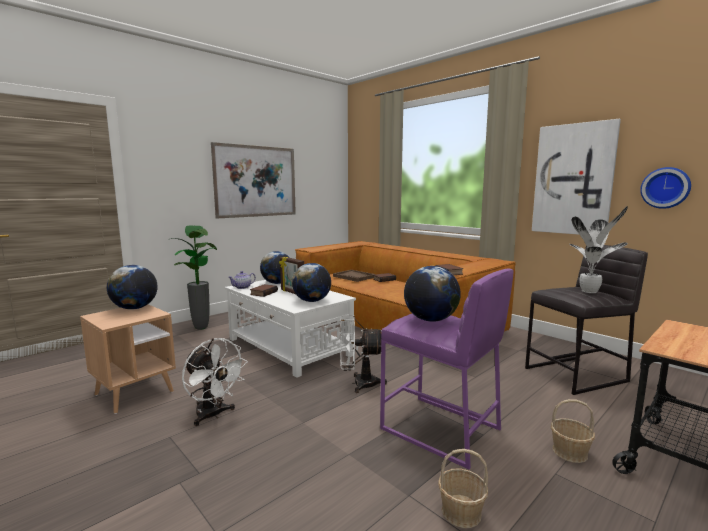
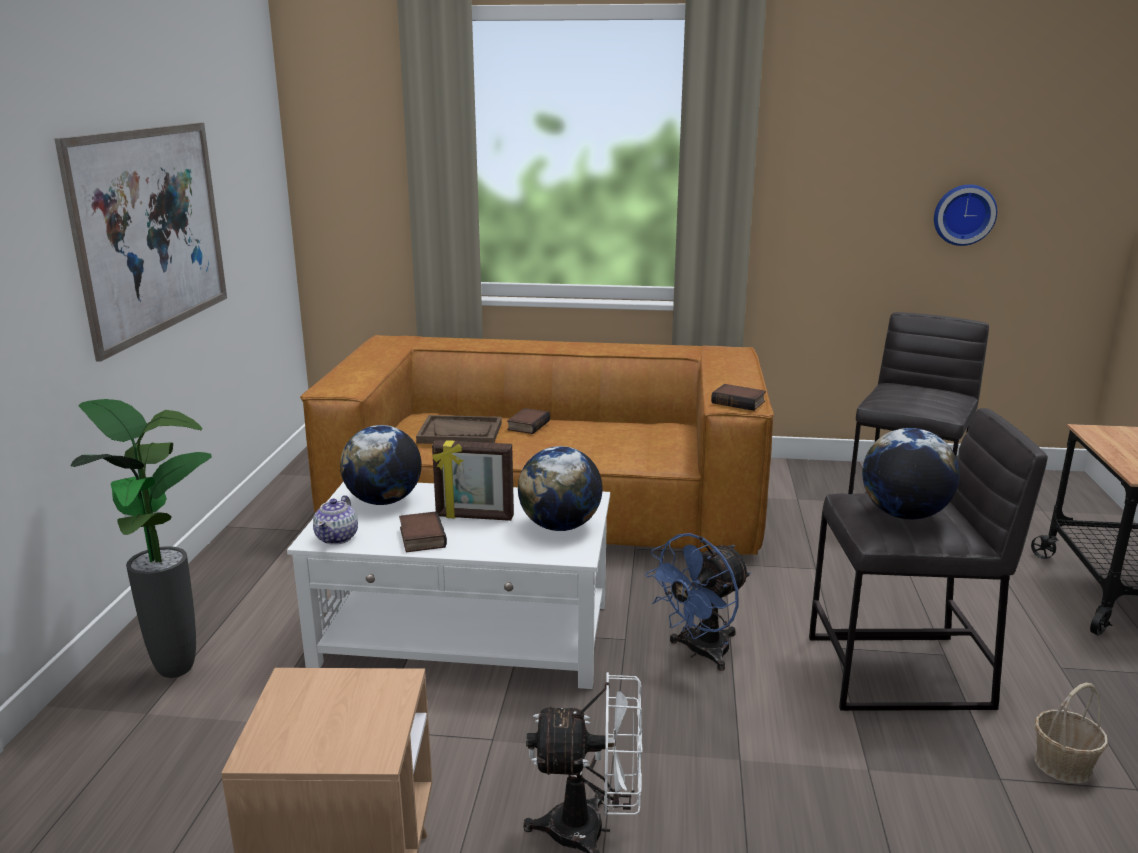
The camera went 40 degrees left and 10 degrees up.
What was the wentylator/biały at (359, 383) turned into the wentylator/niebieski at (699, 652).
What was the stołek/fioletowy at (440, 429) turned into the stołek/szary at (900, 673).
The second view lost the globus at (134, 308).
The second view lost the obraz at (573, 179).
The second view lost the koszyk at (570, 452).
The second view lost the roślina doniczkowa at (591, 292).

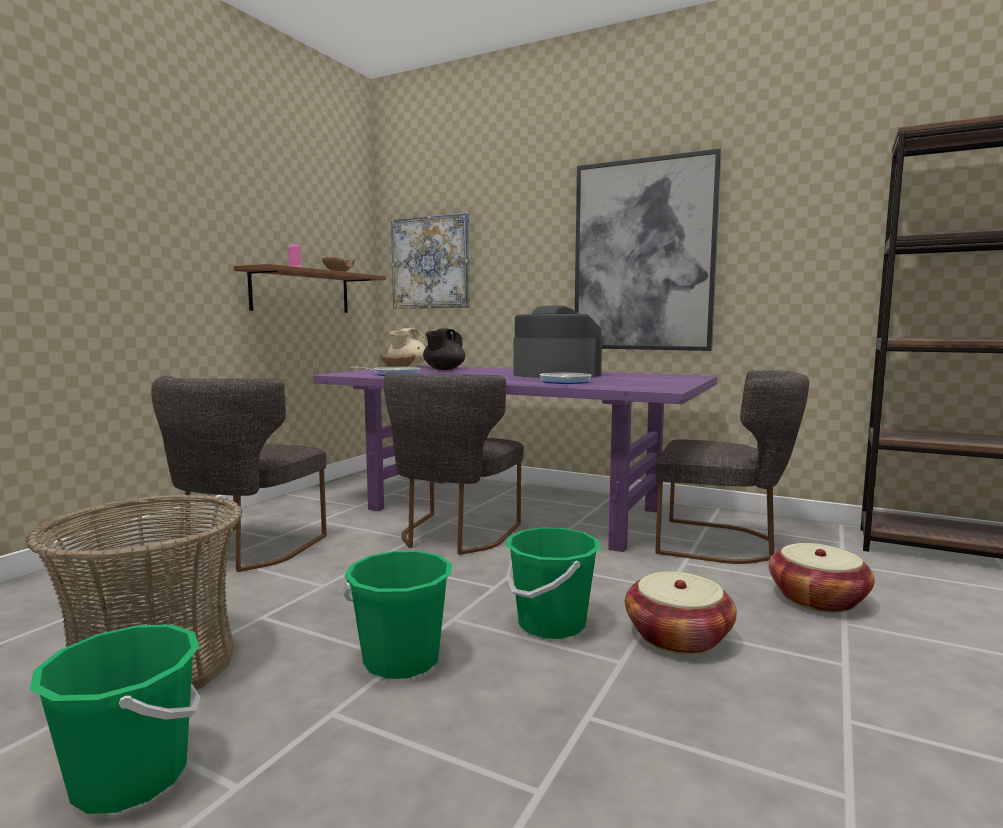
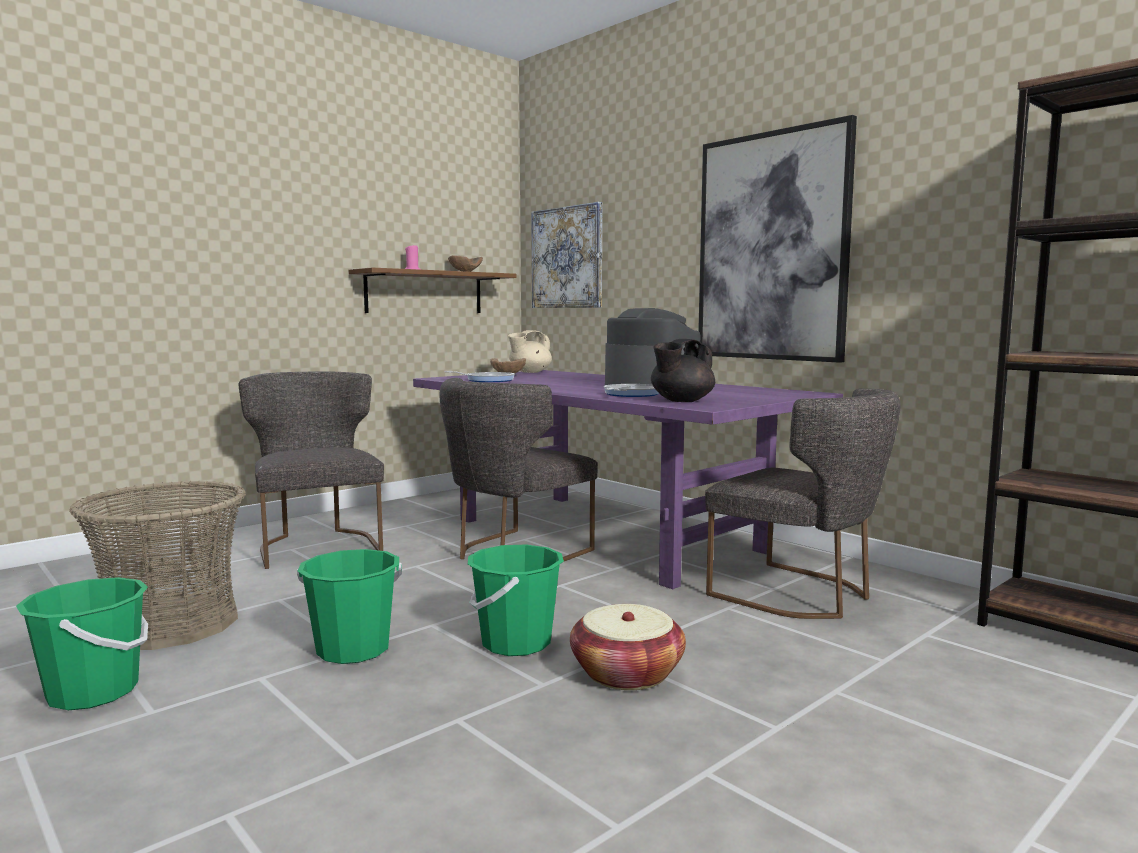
The camera went 20 degrees right and 0 degrees up.
The krzesło/szary at (245, 551) ended up facing another way, 120 degrees clockwise from before.
The imbryk/czarny ended up elsewhere, having gone from (443, 369) to (681, 401).
The second view lost the koszyk at (817, 599).

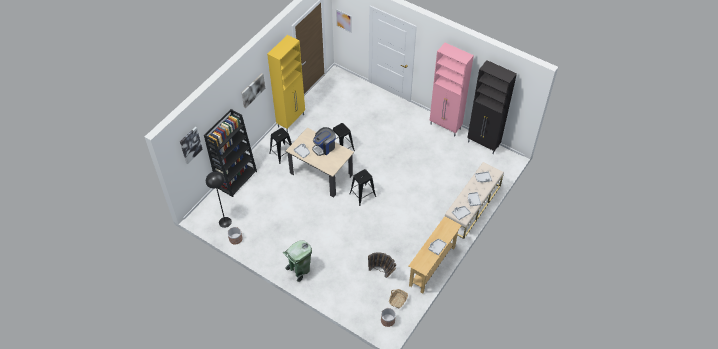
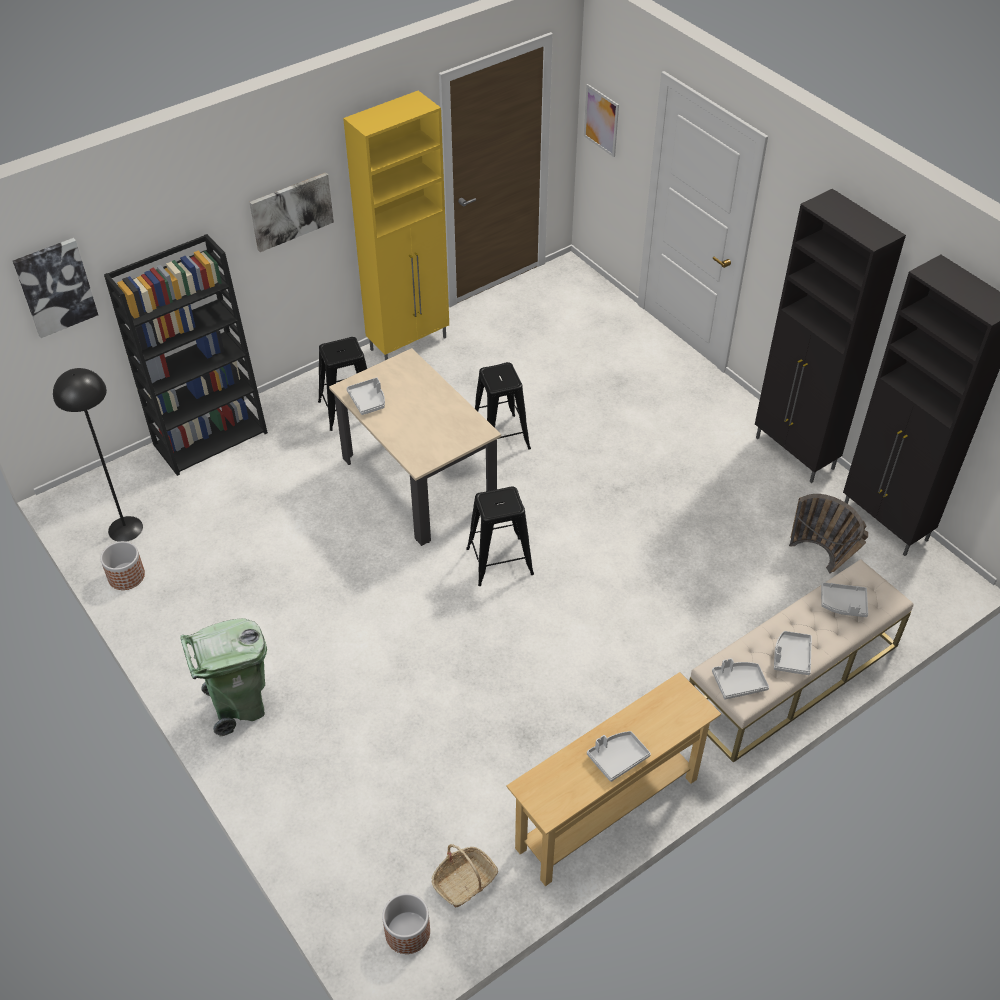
The camera went 20 degrees right and 5 degrees down.
What was the szafka/różowy at (445, 127) turned into the szafka/czarny at (795, 454).
The koszyk ended up elsewhere, having gone from (382, 273) to (823, 561).
The second view lost the ekspres do kawy at (324, 147).

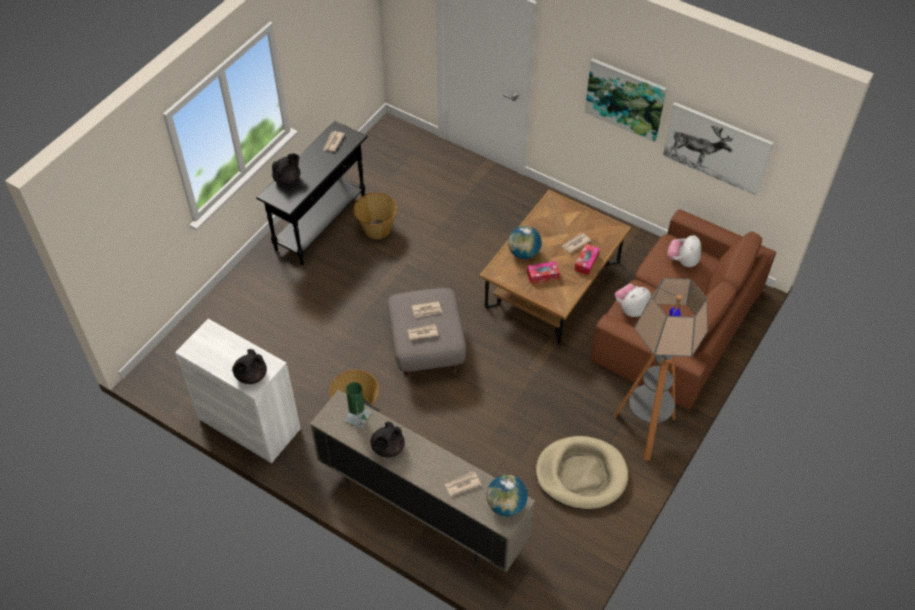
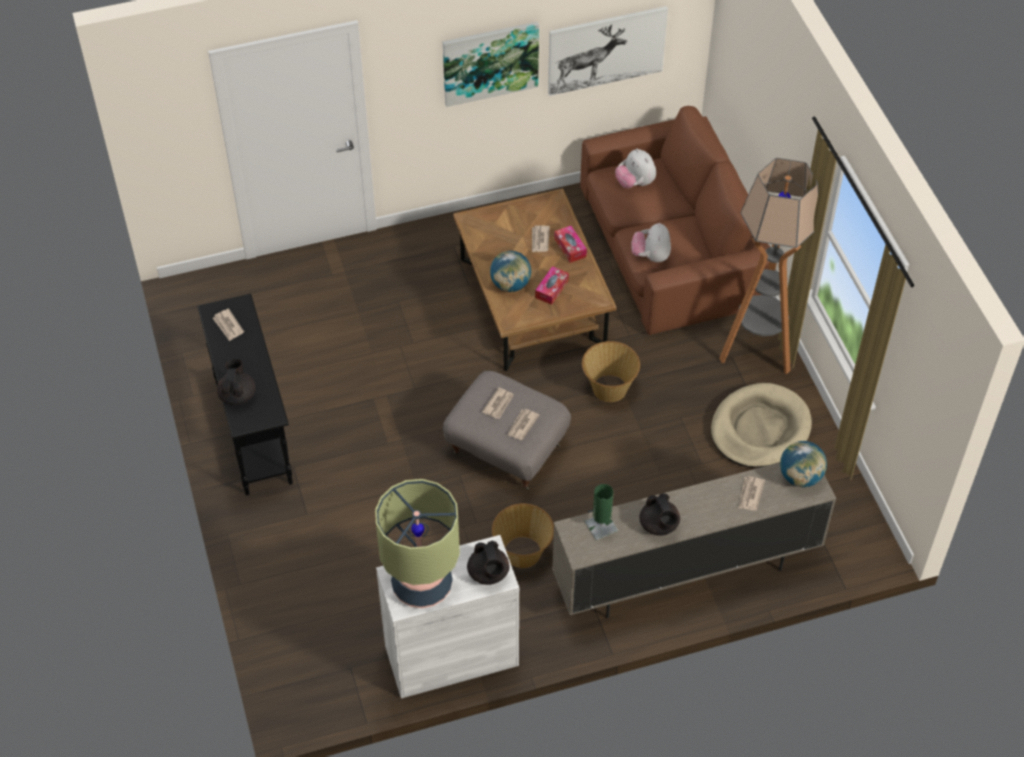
The camera went 50 degrees left and 0 degrees up.
The second view gained the lampa stołowa at (422, 585).
The koszyk ended up elsewhere, having gone from (377, 229) to (609, 388).

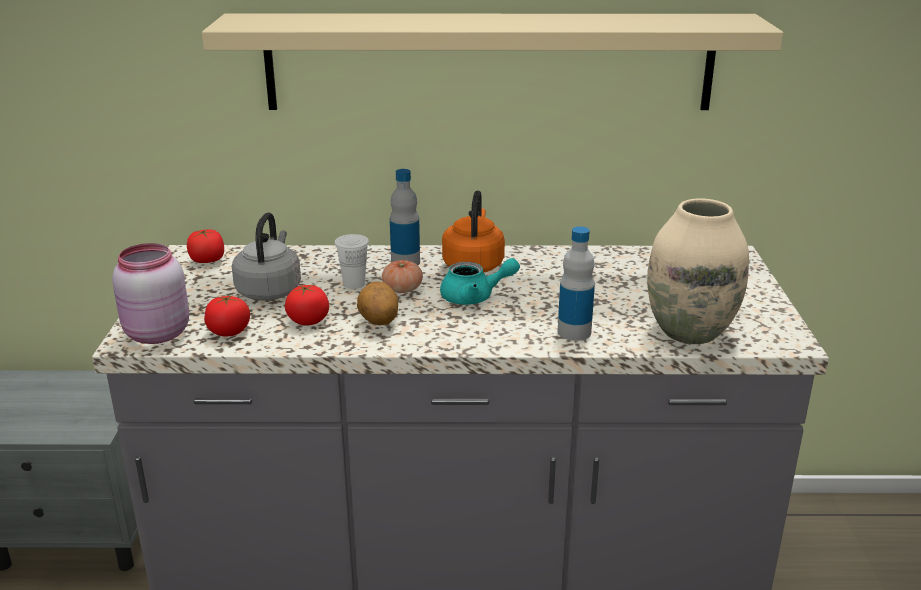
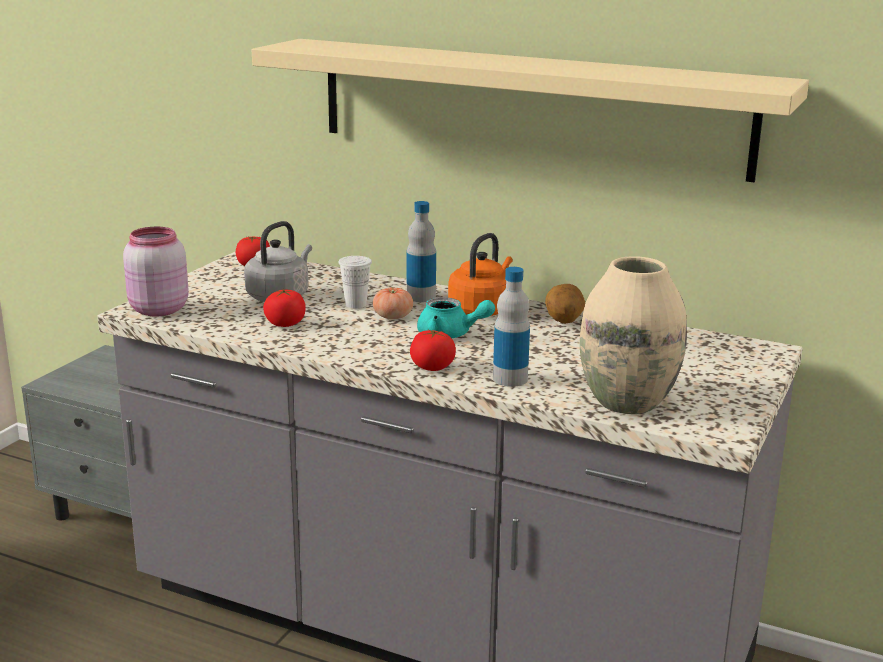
The camera went 25 degrees right and 5 degrees down.
The pomidor ended up elsewhere, having gone from (229, 331) to (432, 367).
The ziemniak ended up elsewhere, having gone from (378, 322) to (563, 321).

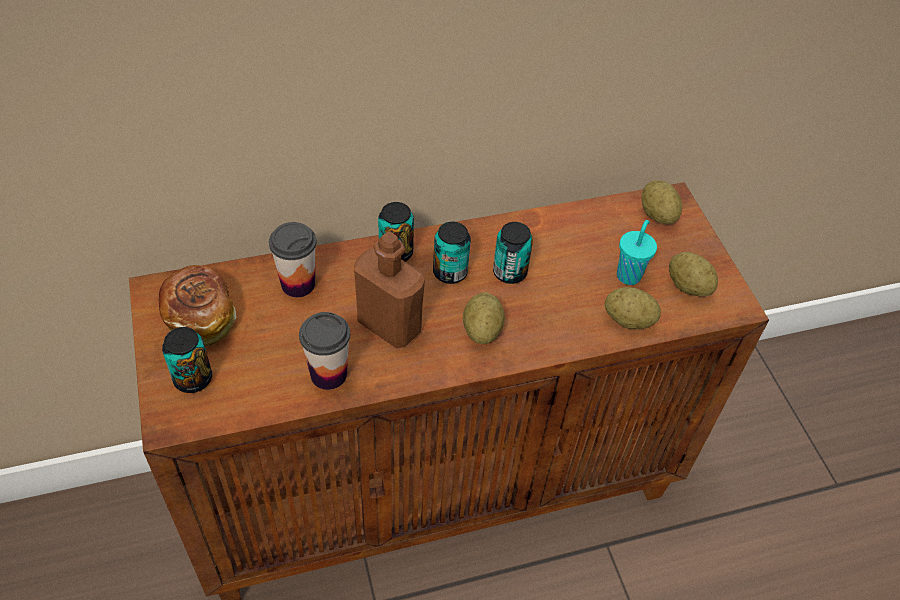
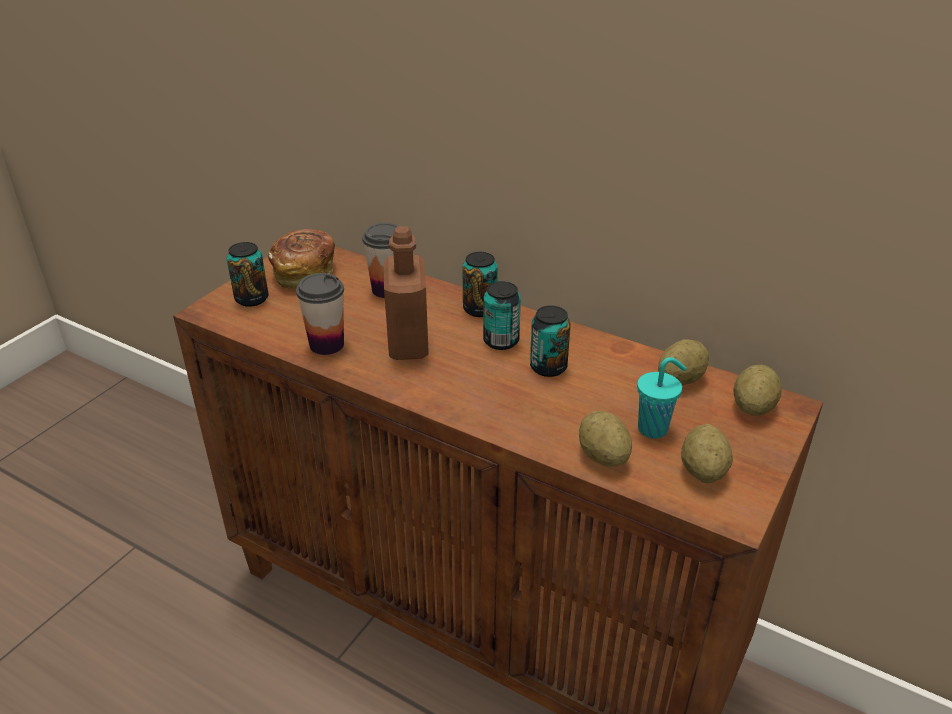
The camera went 50 degrees right and 15 degrees down.
The ziemniak ended up elsewhere, having gone from (482, 330) to (680, 379).

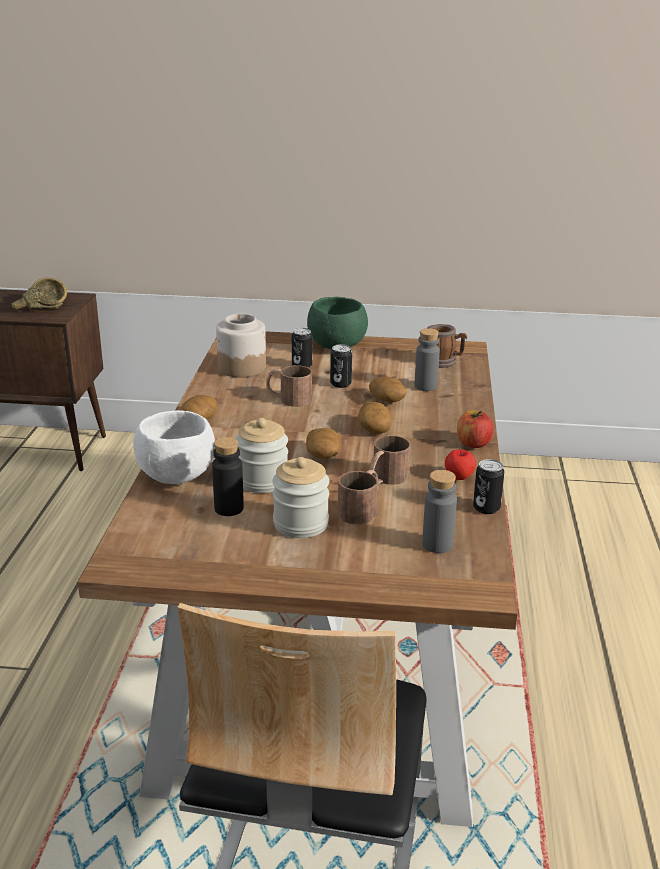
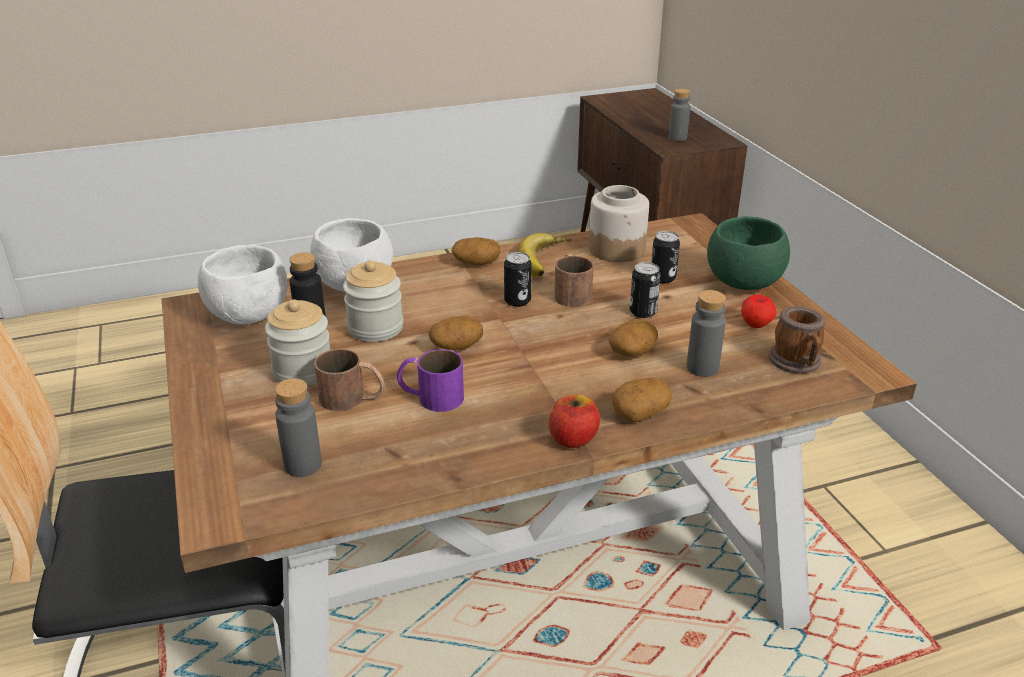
The camera went 65 degrees right and 5 degrees up.
The second view gained the miska/biały at (249, 316).
What was the kubek/brązowy at (385, 479) turned into the kubek/fioletowy at (430, 397).
The puszka ended up elsewhere, having gone from (486, 508) to (517, 301).
The second view gained the banan at (547, 261).
The ziemniak ended up elsewhere, having gone from (373, 428) to (640, 412).
Where the miska/brązowy stood at (41, 308), the butelka/szary came to stand at (677, 138).
The jabłko ended up elsewhere, having gone from (459, 477) to (756, 324).

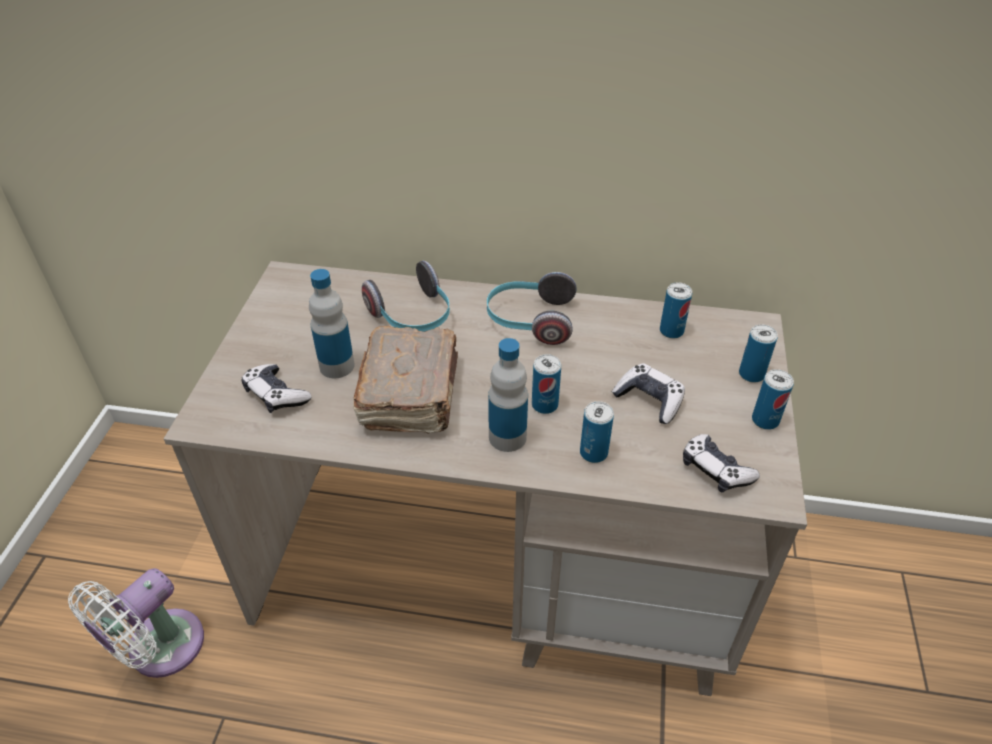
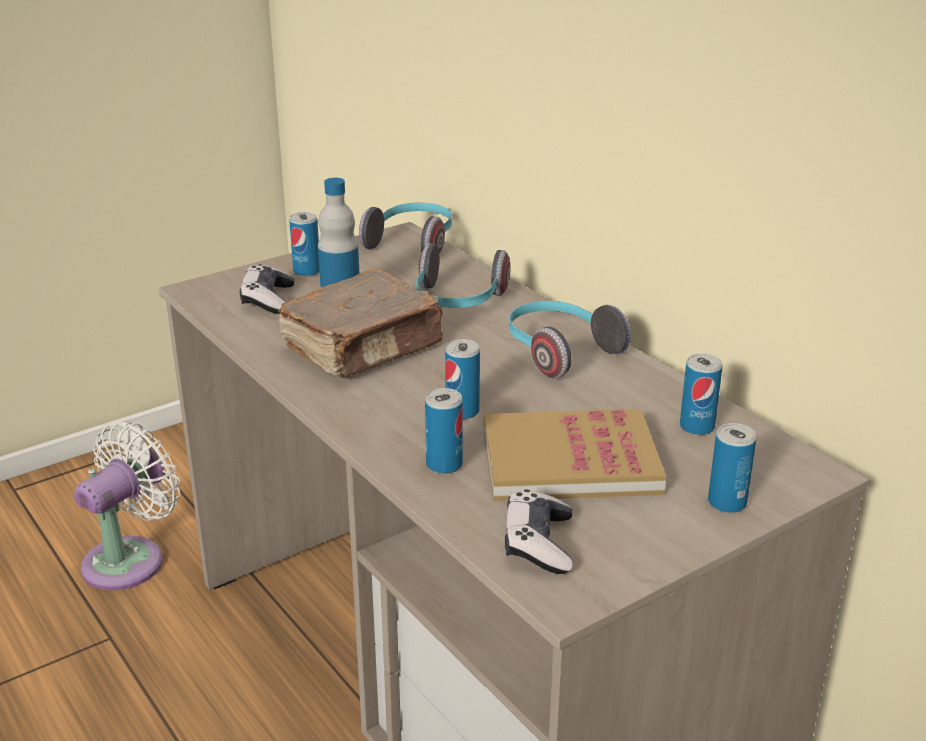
The camera went 45 degrees right and 15 degrees down.
The wentylator/biały at (159, 650) ended up facing another way, 135 degrees clockwise from before.
The puszka ended up elsewhere, having gone from (765, 420) to (307, 271).
The second view gained the słuchawki at (413, 243).
Where the pad do gier stood at (649, 400), the książka came to stand at (570, 461).
The second view lost the butelka at (507, 437).

